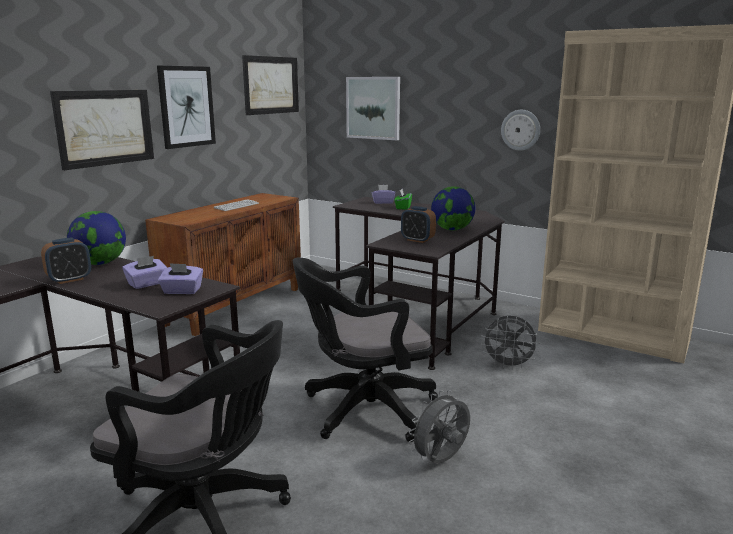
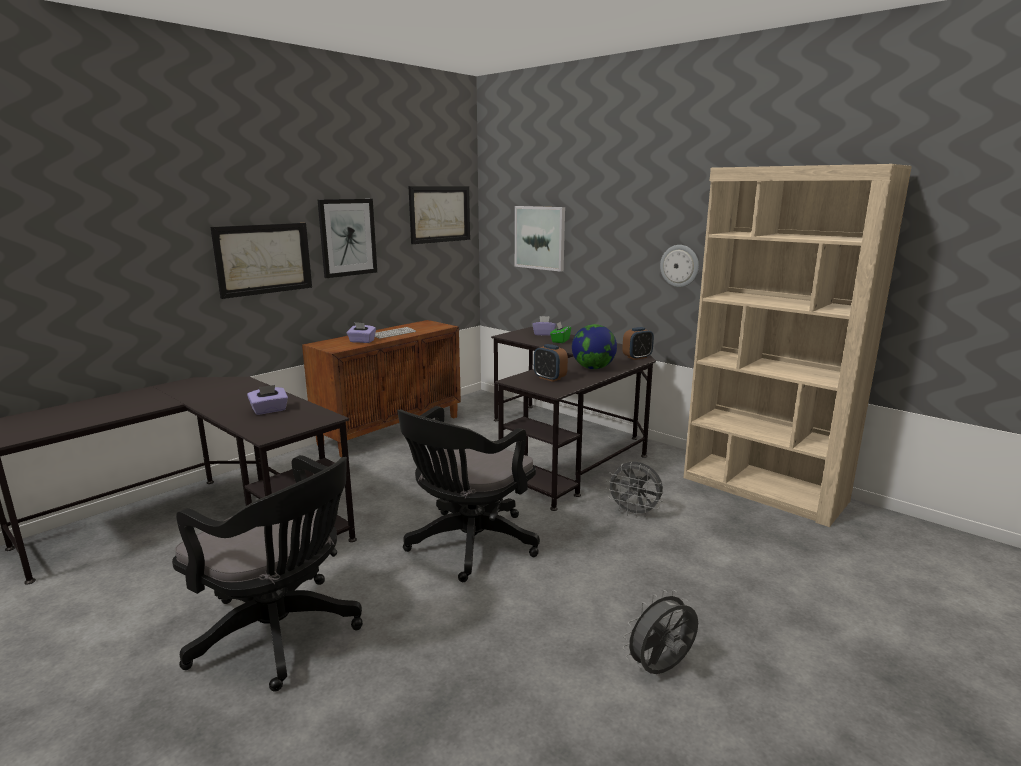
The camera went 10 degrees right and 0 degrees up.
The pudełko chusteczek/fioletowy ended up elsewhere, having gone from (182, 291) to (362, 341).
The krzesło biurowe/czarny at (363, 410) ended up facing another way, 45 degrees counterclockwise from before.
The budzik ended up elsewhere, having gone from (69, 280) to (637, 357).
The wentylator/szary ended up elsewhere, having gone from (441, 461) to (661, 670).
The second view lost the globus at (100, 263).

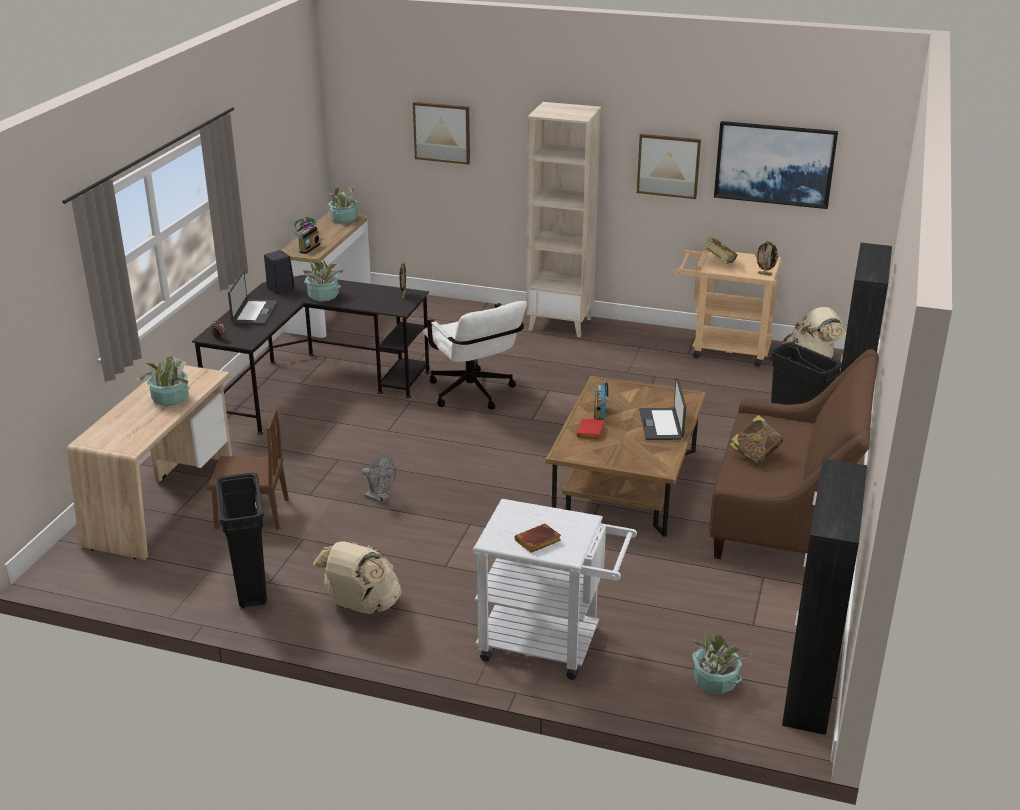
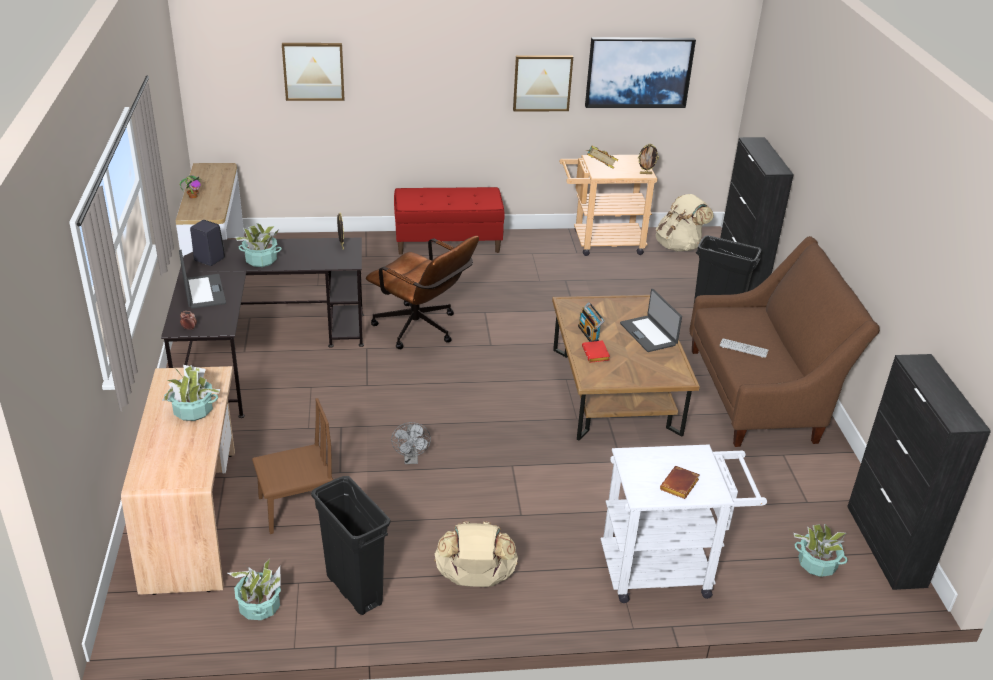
The camera went 25 degrees left and 5 degrees up.
The roślina doniczkowa ended up elsewhere, having gone from (344, 219) to (259, 606).
What was the krzesło biurowe/biały at (474, 395) turned into the krzesło biurowe/brązowy at (421, 330).
The wentylator/szary at (380, 498) ended up facing another way, 75 degrees clockwise from before.
Where the regał/beżowy stood at (560, 324), the ławka/czerwony came to stand at (448, 242).
Where the książka stood at (755, 456), the klawiatura came to stand at (743, 348).
The second view lost the radio at (308, 248).

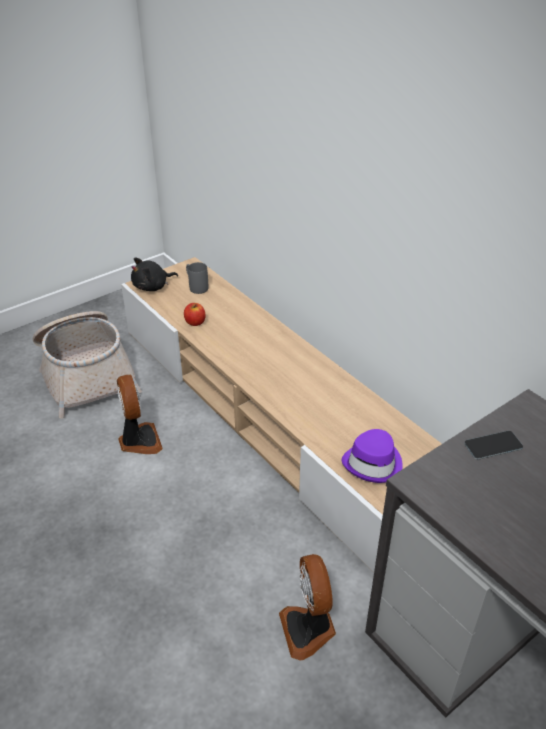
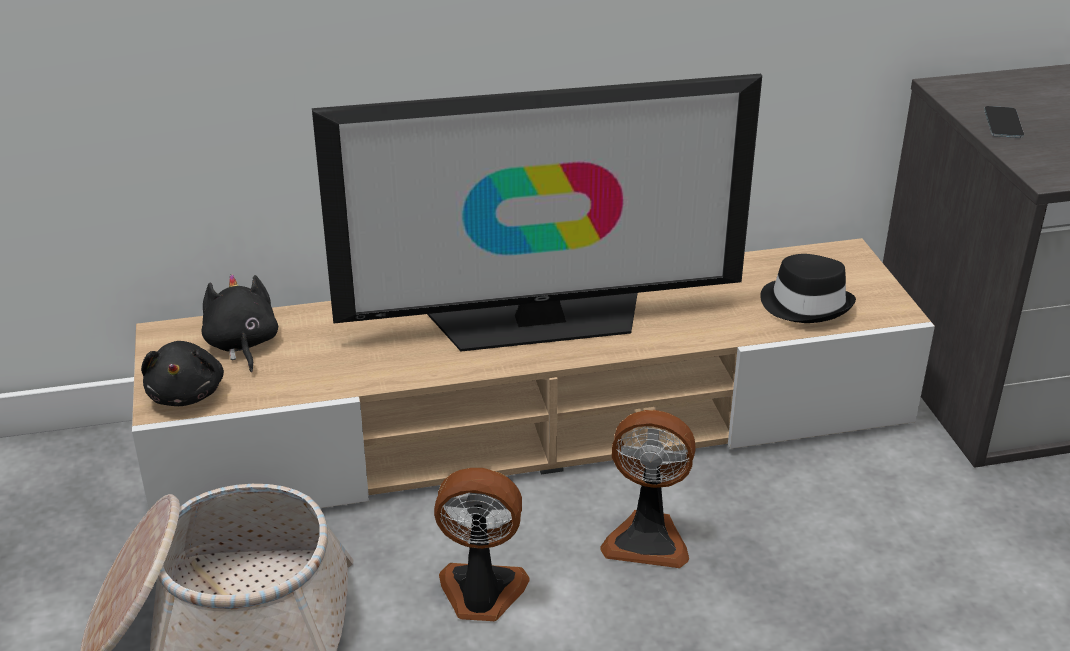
The camera went 65 degrees left and 5 degrees down.
Where the kubek/szary stood at (196, 287), the pluszak/czarny came to stand at (242, 345).
The second view gained the telewizor at (540, 321).
The wentylator ended up elsewhere, having gone from (309, 629) to (647, 539).
What was the kapelusz/fioletowy at (373, 463) turned into the kapelusz/czarny at (806, 304).
The second view lost the jabłko at (195, 322).

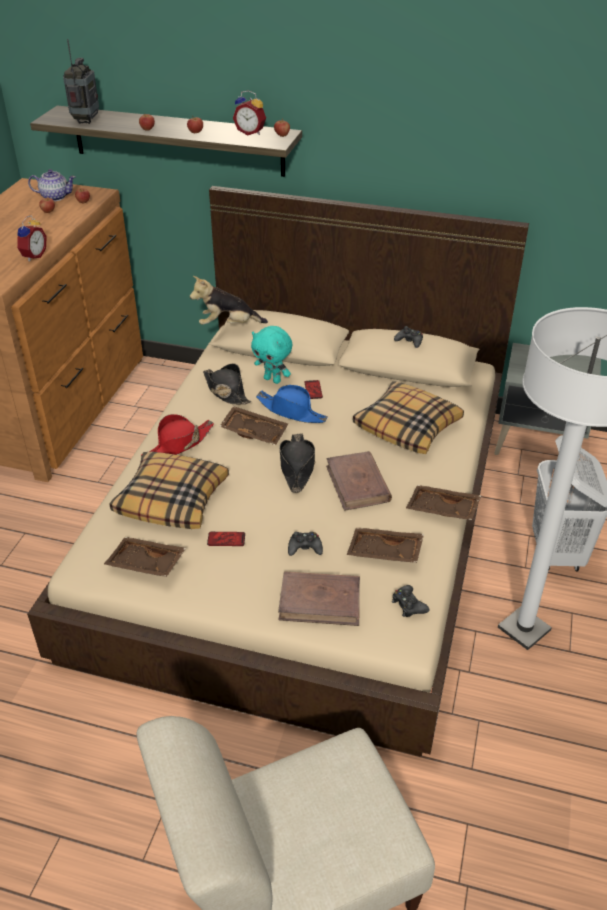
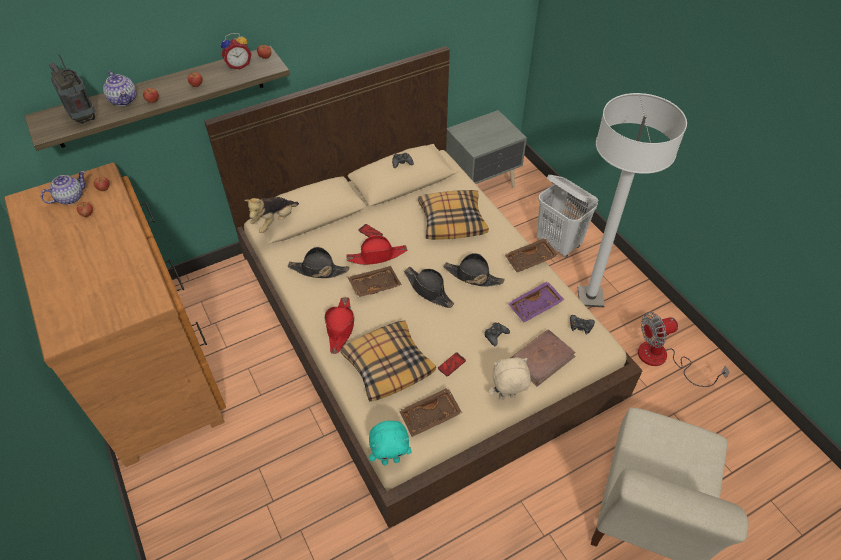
The camera went 45 degrees left and 10 degrees up.
The second view gained the imbryk at (124, 100).
What was the kapelusz/niebieski at (292, 411) turned into the kapelusz/czerwony at (377, 256).
The pluszak/turkusowy ended up elsewhere, having gone from (273, 380) to (390, 459).
Where the książka/brązowy stood at (357, 484), the kapelusz/czarny came to stand at (472, 276).
The second view gained the pluszak/beżowy at (507, 397).
What was the taca/brązowy at (384, 553) turned into the taca/fioletowy at (535, 306).
The second view gained the wentylator at (662, 359).
The second view lost the budzik at (33, 256).

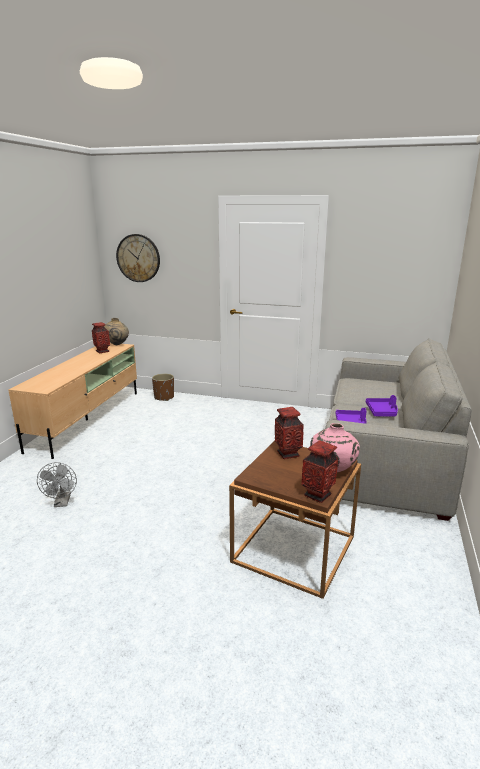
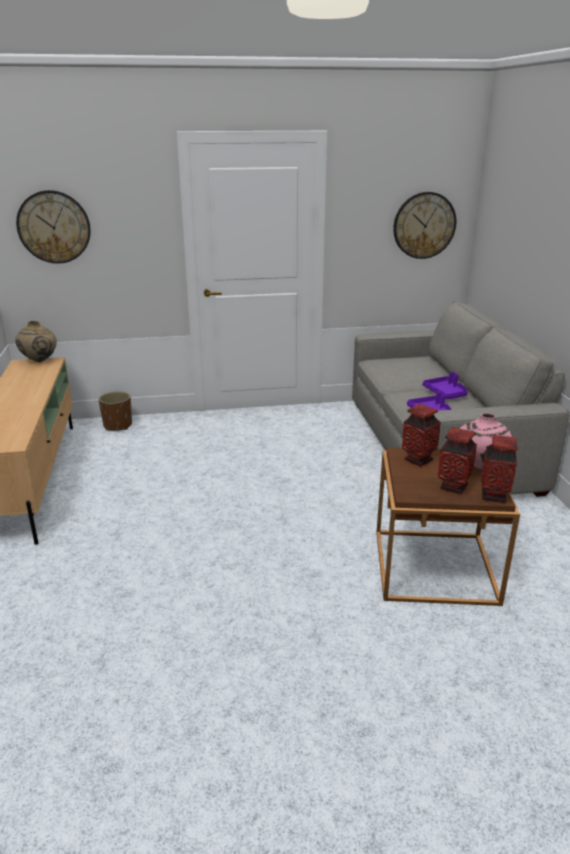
The camera went 25 degrees left and 5 degrees up.
The second view gained the zegar ścienny at (424, 225).
The wazon ended up elsewhere, having gone from (102, 351) to (453, 487).
The second view lost the wentylator/szary at (62, 503).

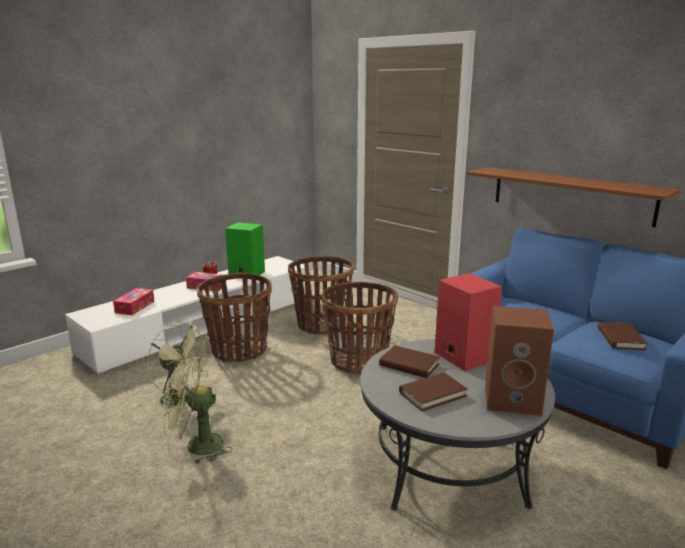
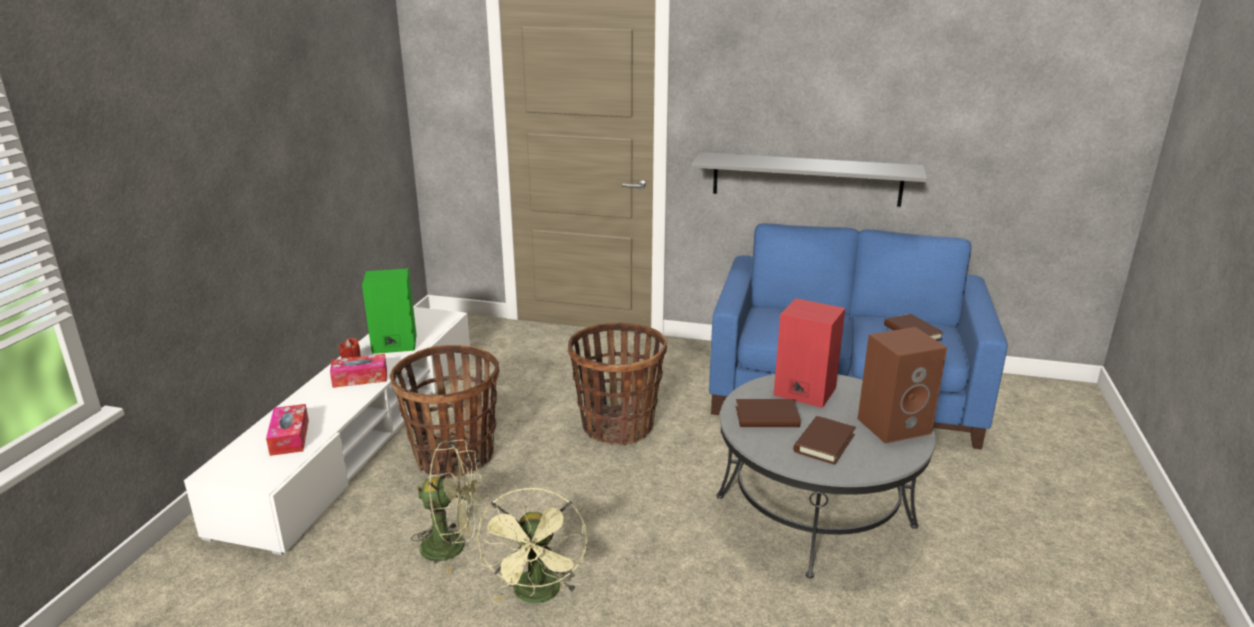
The camera went 30 degrees left and 5 degrees up.
The wentylator/zielony at (196, 446) ended up facing another way, 60 degrees counterclockwise from before.
What was the półka/brązowy at (570, 195) turned into the półka/szary at (806, 179).
The second view lost the koszyk at (321, 325).

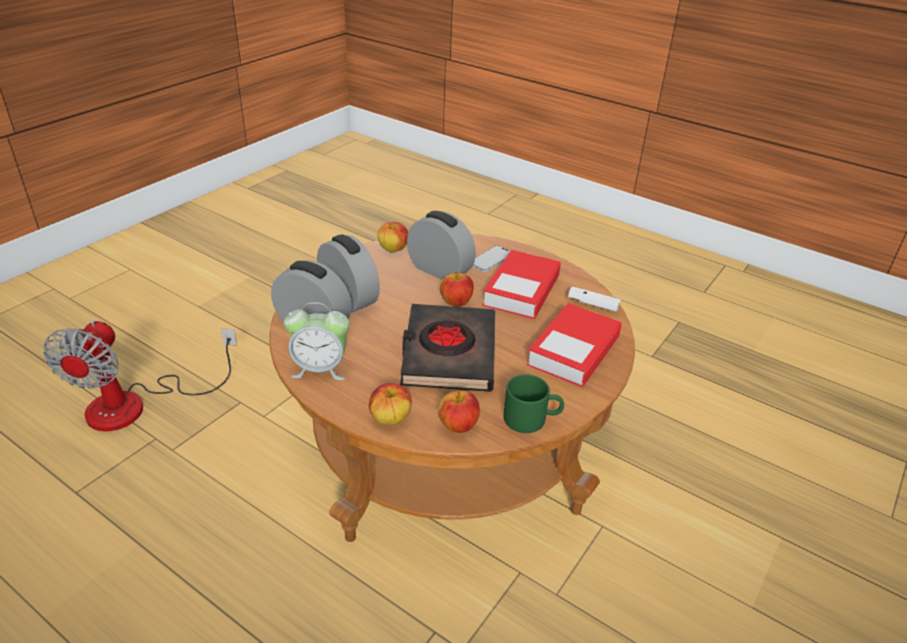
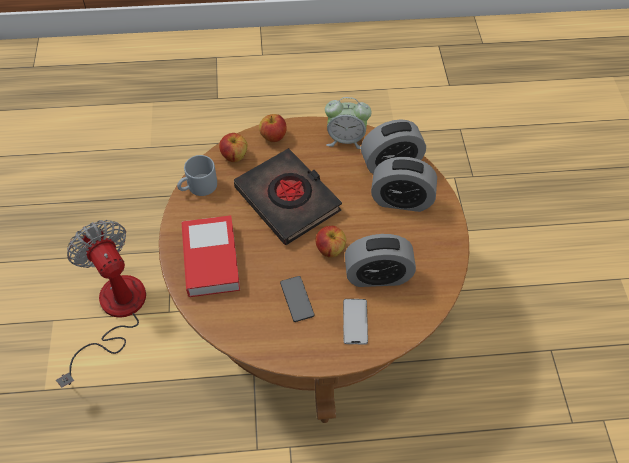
The camera went 140 degrees right and 20 degrees up.
The wentylator ended up elsewhere, having gone from (137, 405) to (115, 312).
What was the kubek/zielony at (532, 418) turned into the kubek/szary at (198, 187).
Where the książka stood at (521, 291), the telefon came to stand at (297, 299).
The budzik at (320, 368) ended up facing another way, 135 degrees counterclockwise from before.
The second view lost the jabłko at (393, 249).
The second view lost the pad do gier/biały at (592, 304).

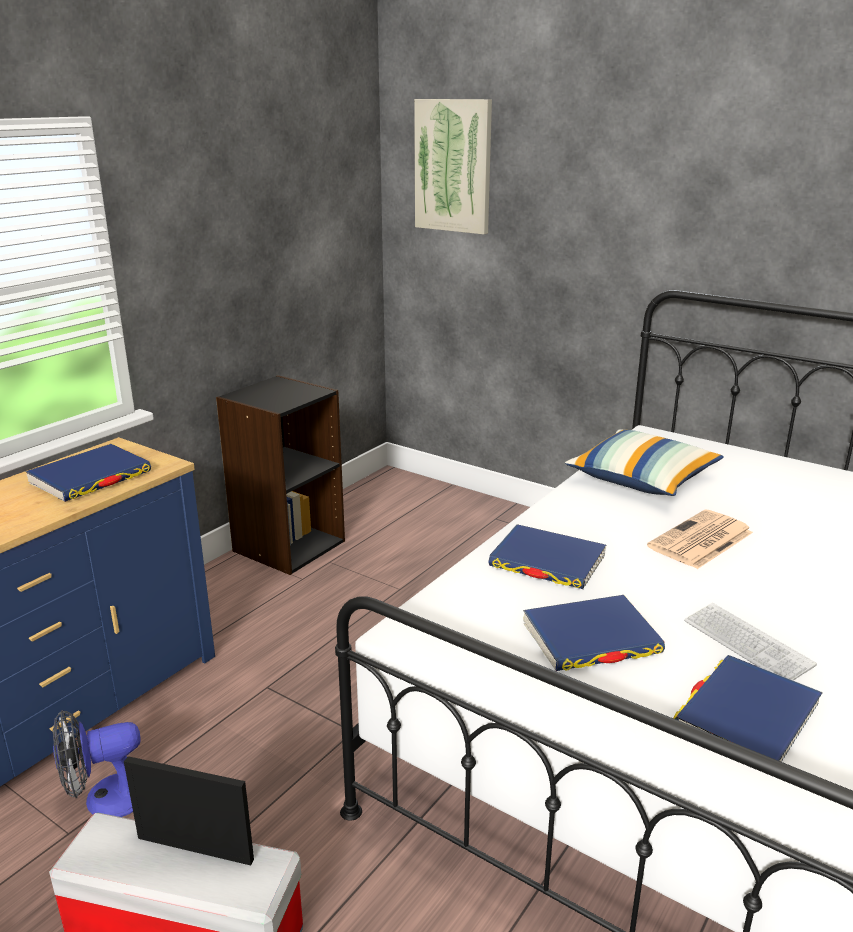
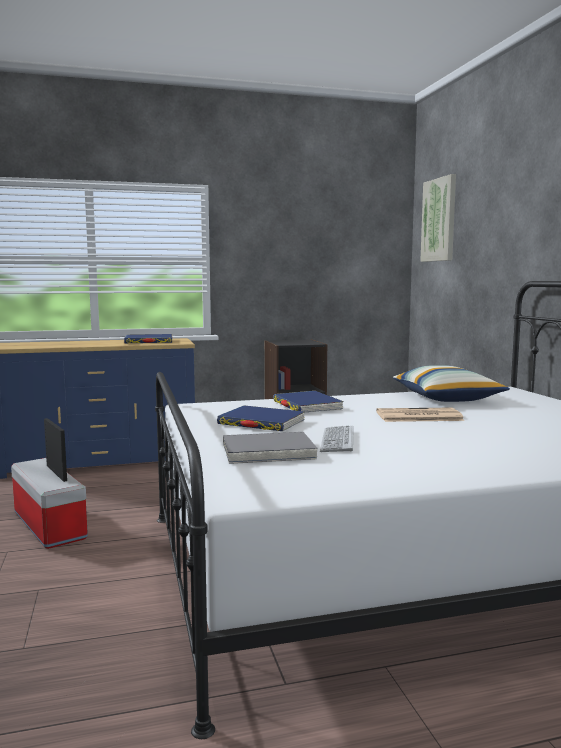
The camera went 40 degrees right and 15 degrees down.
What was the książka/niebieski at (746, 717) turned into the książka/szary at (268, 452).
The second view lost the wentylator at (106, 799).

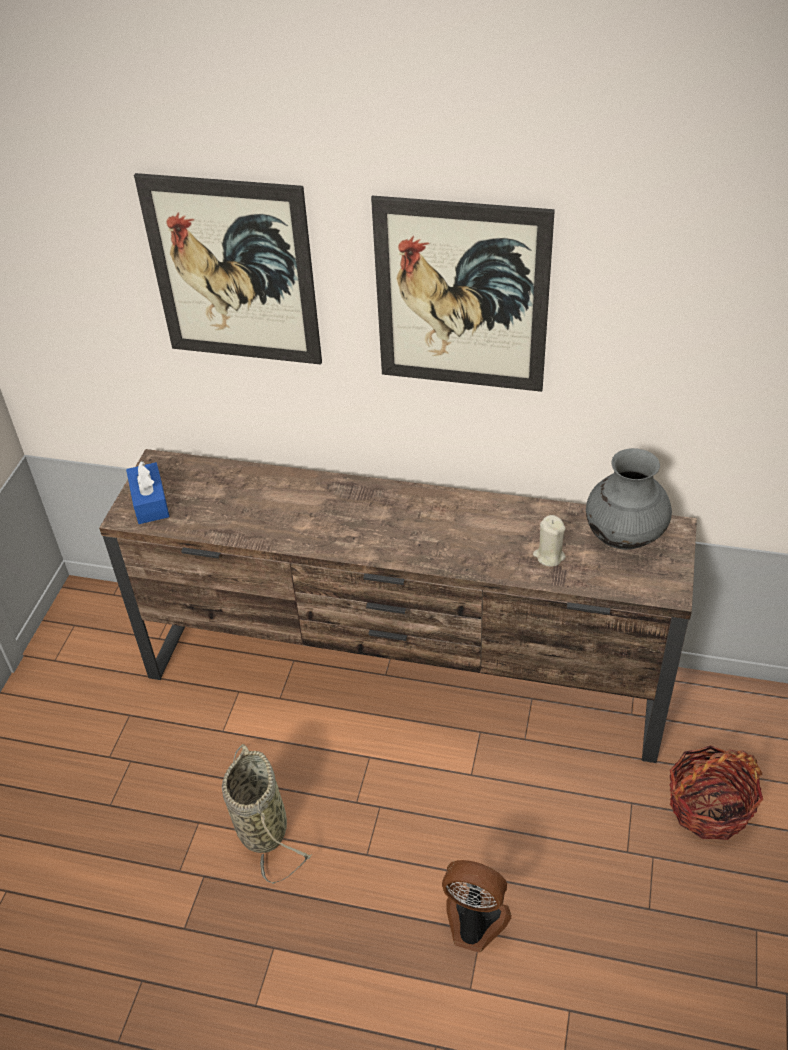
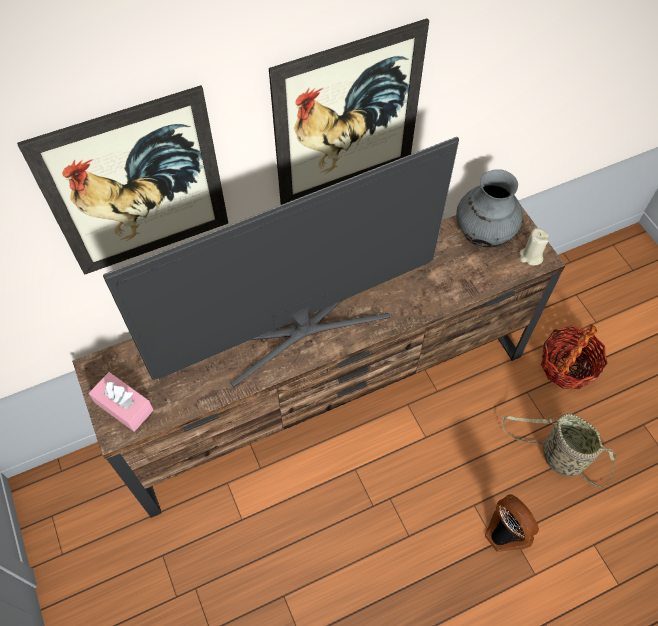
The camera went 40 degrees left and 15 degrees up.
What was the pudełko chusteczek/niebieski at (150, 502) turned into the pudełko chusteczek/różowy at (124, 406).
The second view gained the telewizor at (301, 327).
The wentylator at (474, 924) ended up facing another way, 75 degrees clockwise from before.
The koszyk ended up elsewhere, having gone from (261, 825) to (558, 457).
The świeca/beżowy ended up elsewhere, having gone from (549, 556) to (530, 256).

